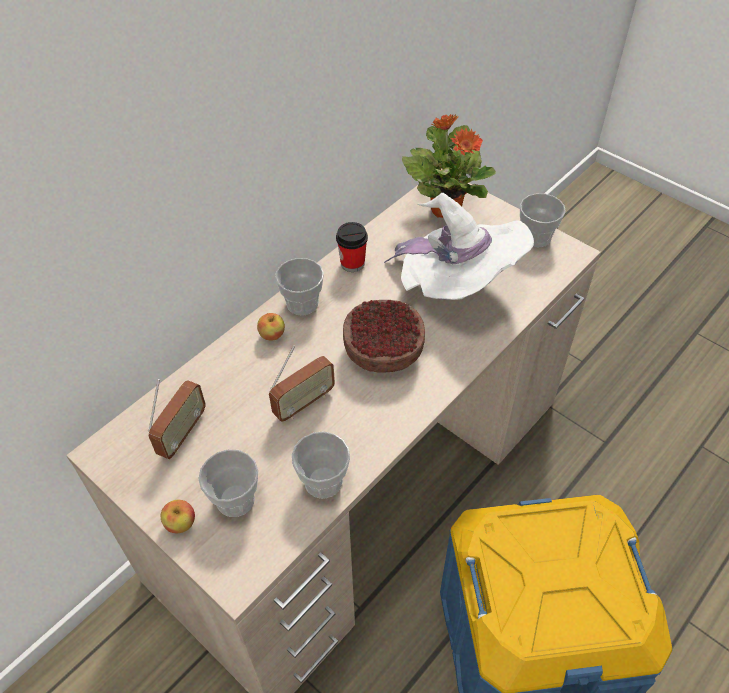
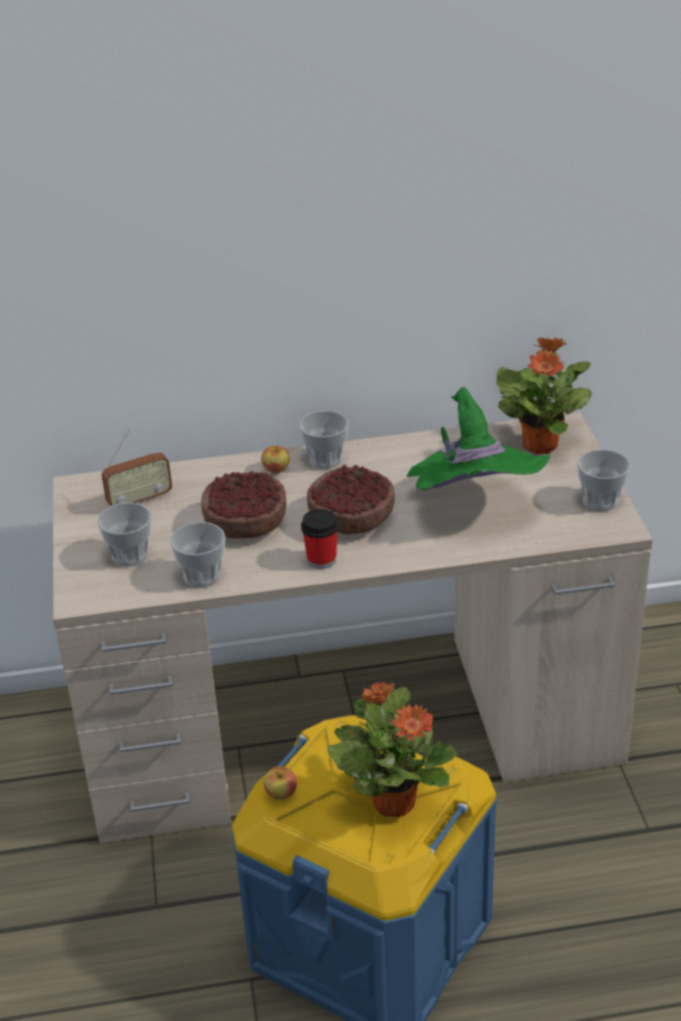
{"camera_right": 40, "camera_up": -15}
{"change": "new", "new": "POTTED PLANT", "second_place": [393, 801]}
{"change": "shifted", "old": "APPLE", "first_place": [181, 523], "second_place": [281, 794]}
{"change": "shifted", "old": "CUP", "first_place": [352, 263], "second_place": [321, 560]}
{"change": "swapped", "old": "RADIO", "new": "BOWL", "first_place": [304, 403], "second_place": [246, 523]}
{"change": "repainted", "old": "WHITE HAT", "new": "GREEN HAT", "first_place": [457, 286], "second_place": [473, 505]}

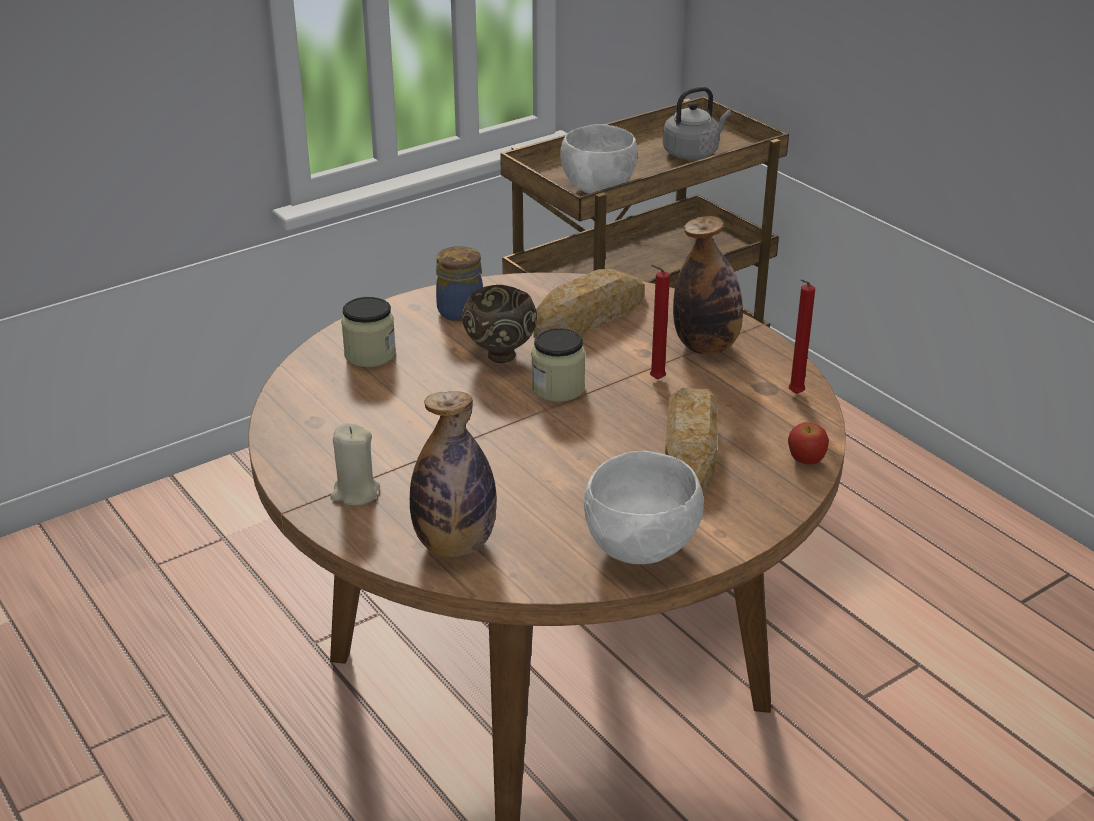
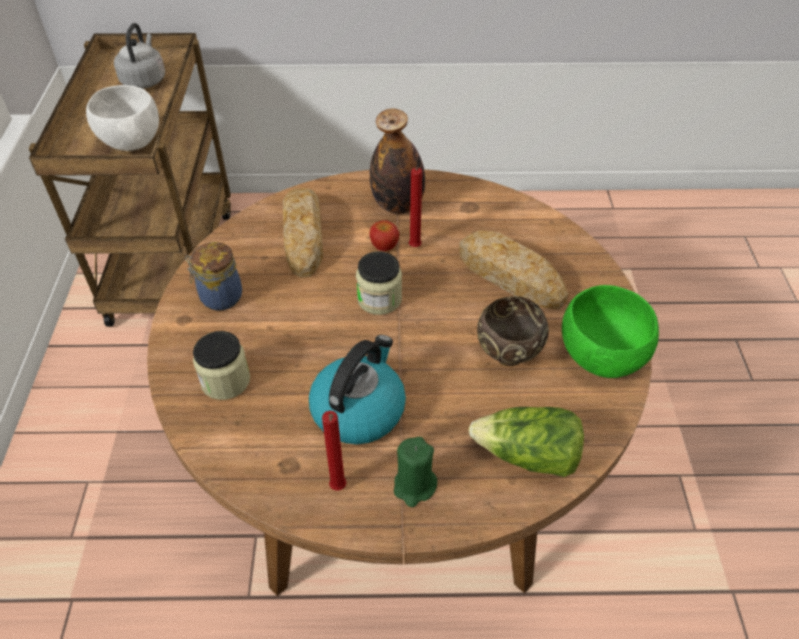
{"camera_right": -55, "camera_up": 15}
{"change": "new", "new": "KETTLE", "second_place": [358, 409]}
{"change": "shifted", "old": "BROWN BOWL", "first_place": [499, 356], "second_place": [507, 358]}
{"change": "shifted", "old": "APPLE", "first_place": [805, 459], "second_place": [384, 246]}
{"change": "shifted", "old": "RED CANDLE", "first_place": [794, 394], "second_place": [338, 489]}
{"change": "swapped", "old": "BOTTLE", "new": "LETTUCE", "first_place": [455, 544], "second_place": [528, 456]}
{"change": "repainted", "old": "BEIGE CANDLE", "new": "GREEN CANDLE", "first_place": [355, 493], "second_place": [414, 486]}
{"change": "repainted", "old": "WHITE BOWL", "new": "GREEN BOWL", "first_place": [642, 548], "second_place": [600, 357]}

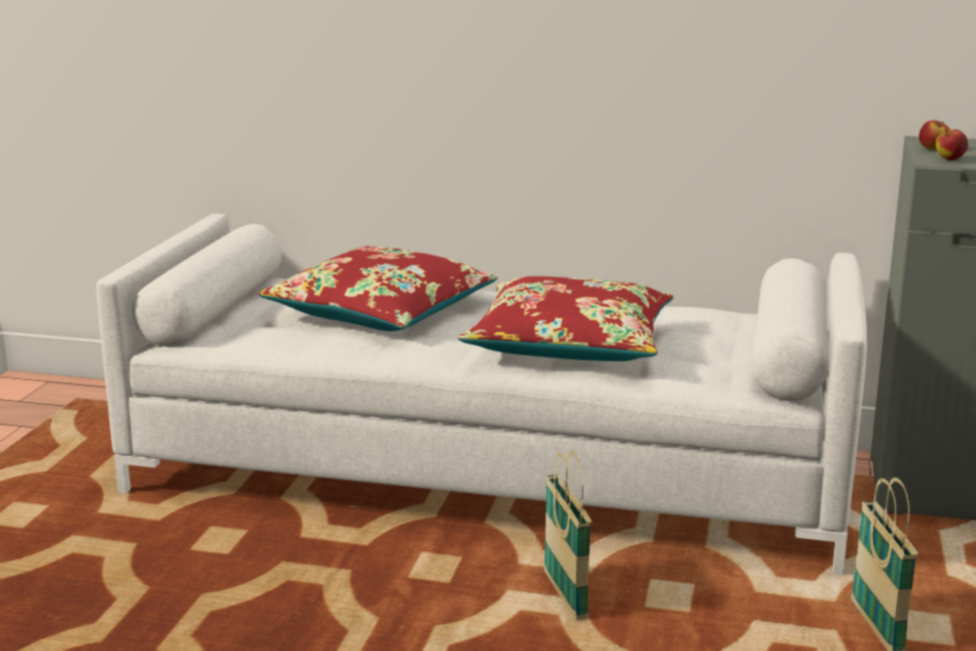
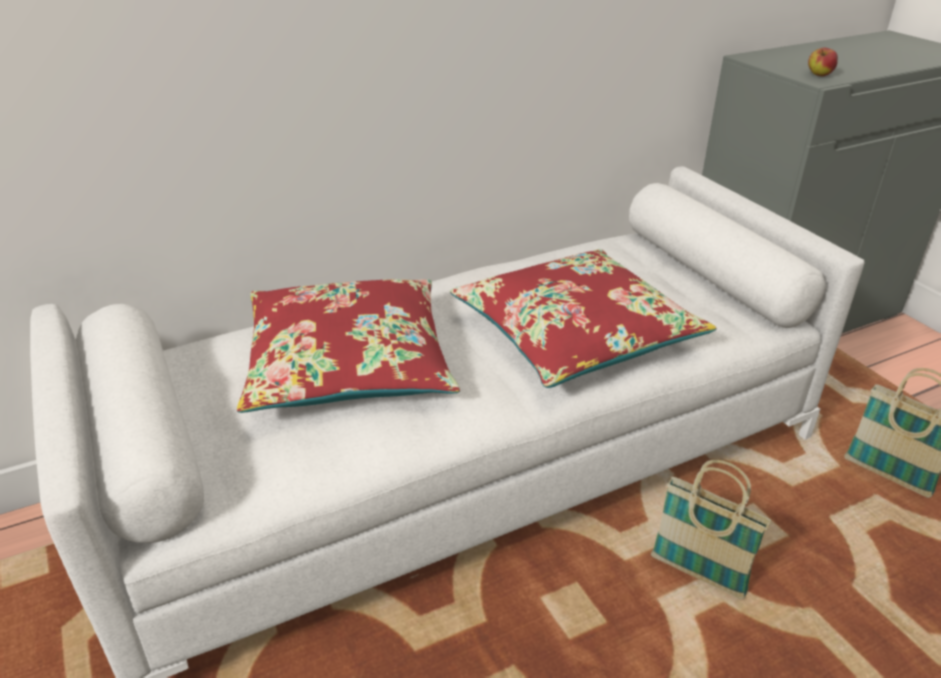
{"camera_right": -40, "camera_up": 15}
{"change": "gone", "old": "APPLE", "first_place": [933, 149]}

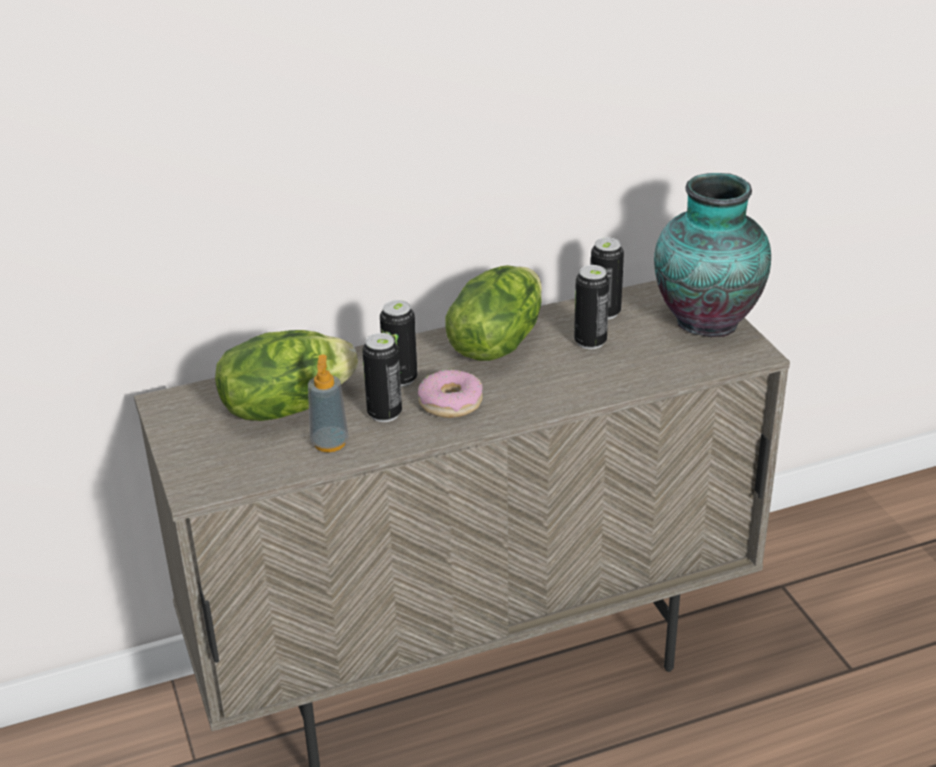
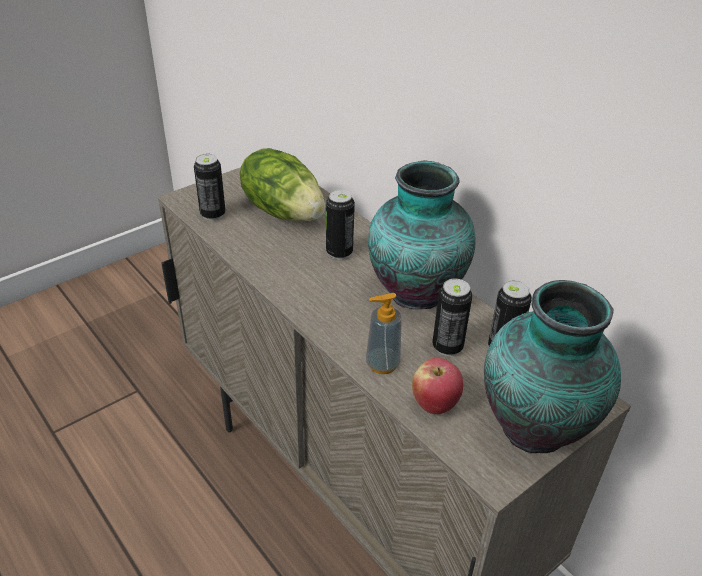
{"camera_right": 70, "camera_up": 5}
{"change": "gone", "old": "DONUT", "first_place": [450, 402]}
{"change": "new", "new": "APPLE", "second_place": [434, 404]}
{"change": "shifted", "old": "SOAP DISPENSER", "first_place": [330, 443], "second_place": [382, 364]}
{"change": "shifted", "old": "CAN", "first_place": [384, 413], "second_place": [213, 214]}
{"change": "swapped", "old": "LETTUCE", "new": "VASE", "first_place": [496, 343], "second_place": [414, 291]}

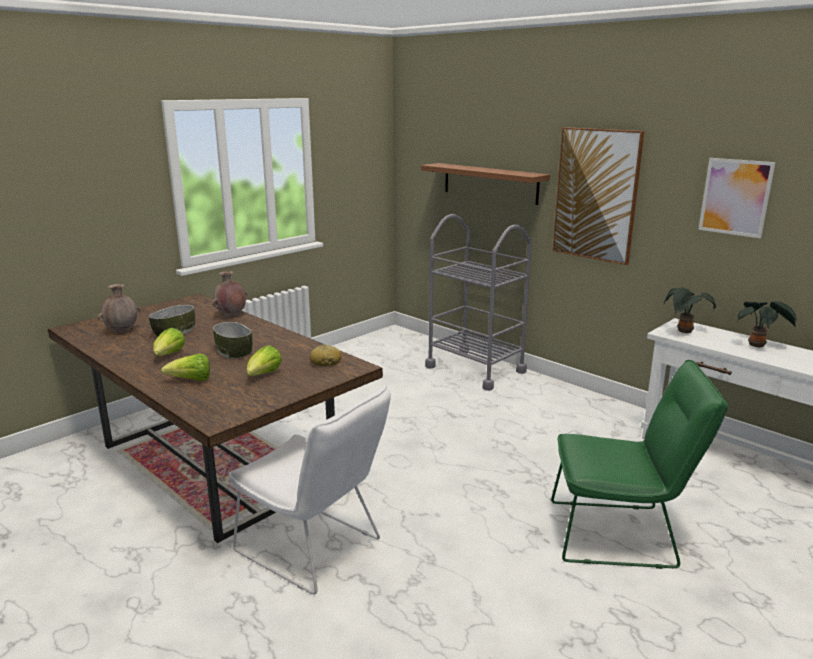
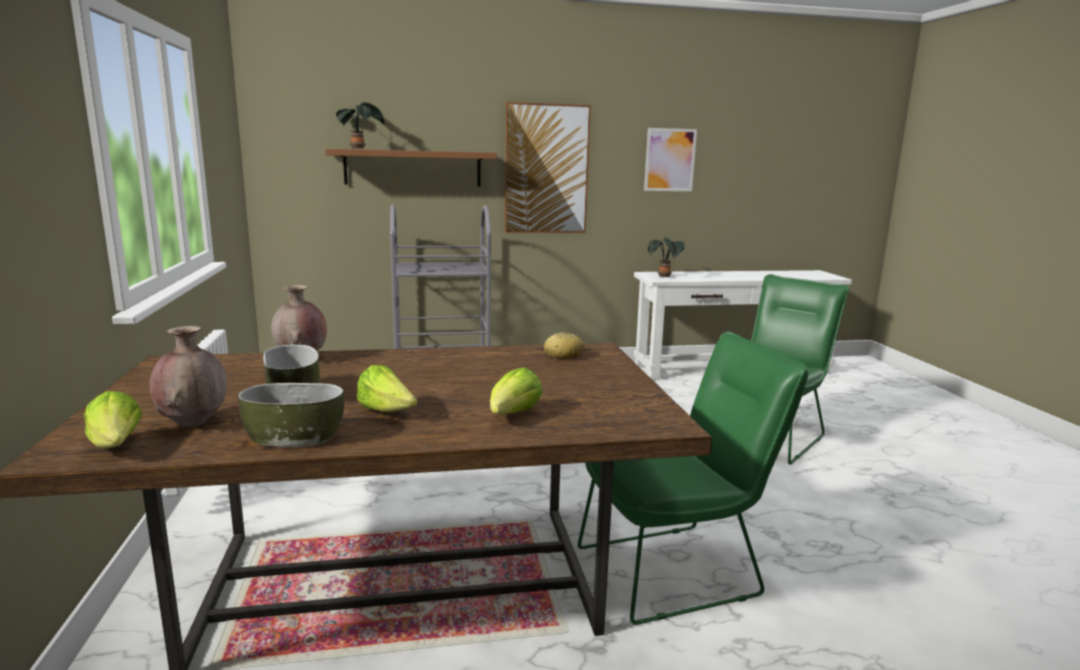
{"camera_right": -55, "camera_up": -5}
{"change": "shifted", "old": "BOWL", "first_place": [234, 352], "second_place": [295, 436]}
{"change": "shifted", "old": "LETTUCE", "first_place": [264, 375], "second_place": [116, 446]}
{"change": "shifted", "old": "POTTED PLANT", "first_place": [758, 346], "second_place": [359, 149]}
{"change": "repainted", "old": "WHITE CHAIR", "new": "GREEN CHAIR", "first_place": [315, 549], "second_place": [678, 569]}

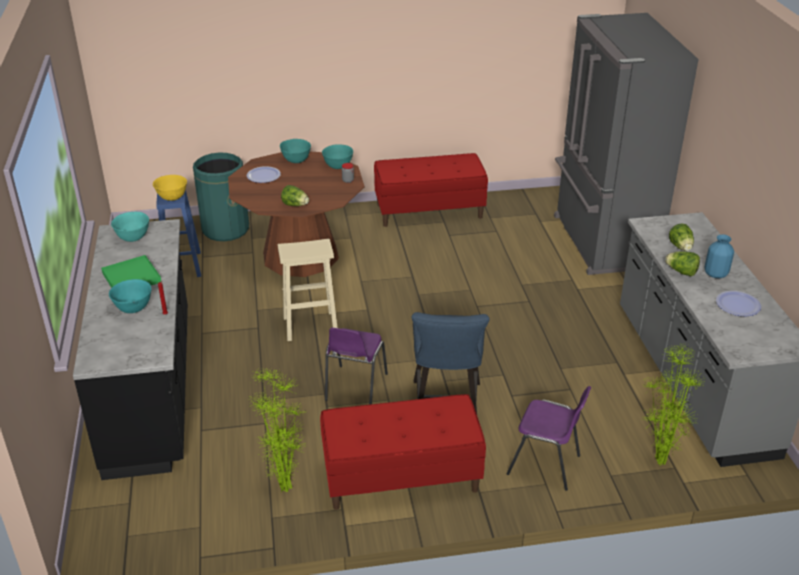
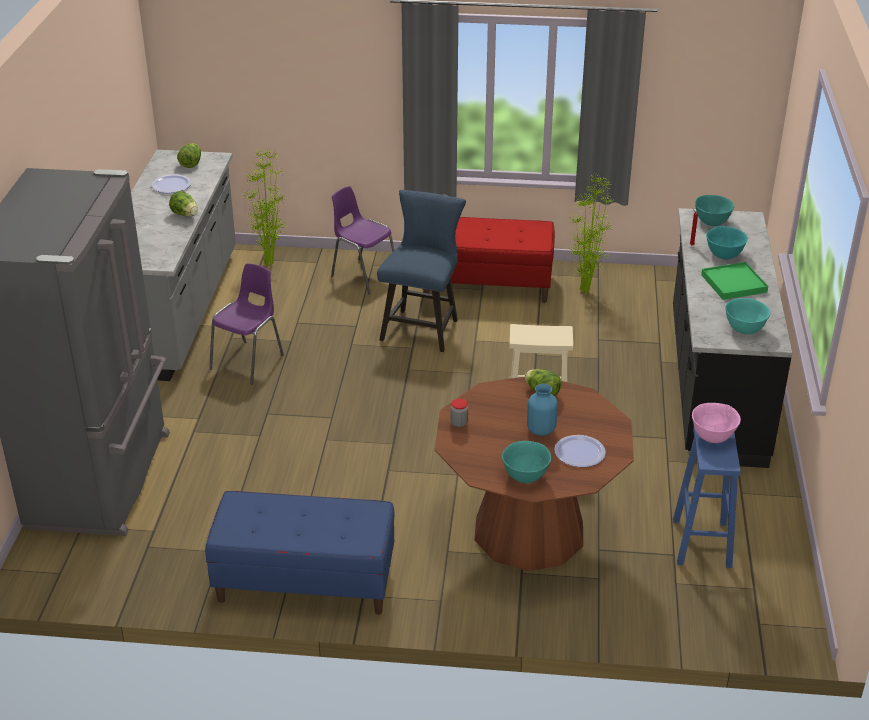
{"camera_right": -165, "camera_up": 0}
{"change": "gone", "old": "GREEN TRASH CAN", "first_place": [225, 229]}
{"change": "shifted", "old": "TURQUOISE BOWL", "first_place": [338, 166], "second_place": [711, 222]}
{"change": "shifted", "old": "PURPLE CHAIR", "first_place": [355, 388], "second_place": [249, 361]}
{"change": "shifted", "old": "LETTUCE", "first_place": [681, 247], "second_place": [191, 163]}
{"change": "shifted", "old": "BLUE VASE", "first_place": [716, 274], "second_place": [540, 430]}
{"change": "repainted", "old": "YELLOW BOWL", "new": "PINK BOWL", "first_place": [172, 197], "second_place": [713, 436]}
{"change": "repainted", "old": "RED BENCH", "new": "BLUE BENCH", "first_place": [429, 211], "second_place": [305, 583]}

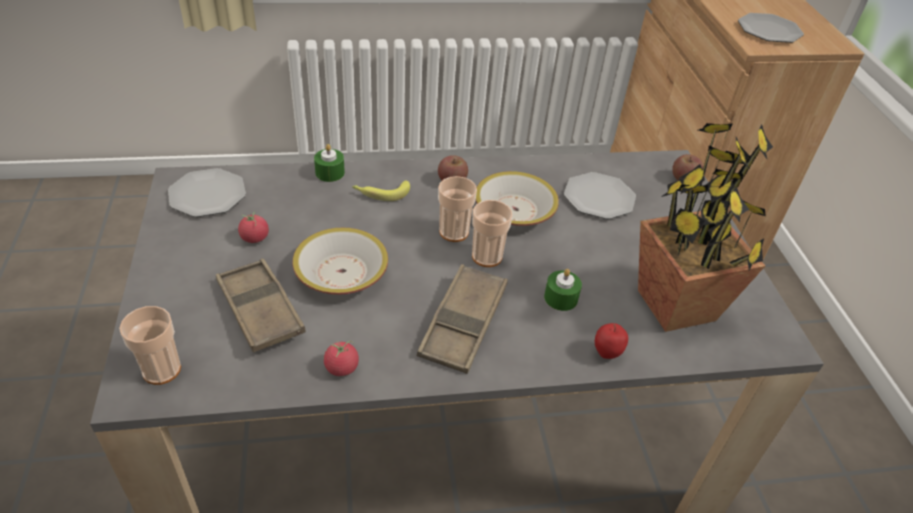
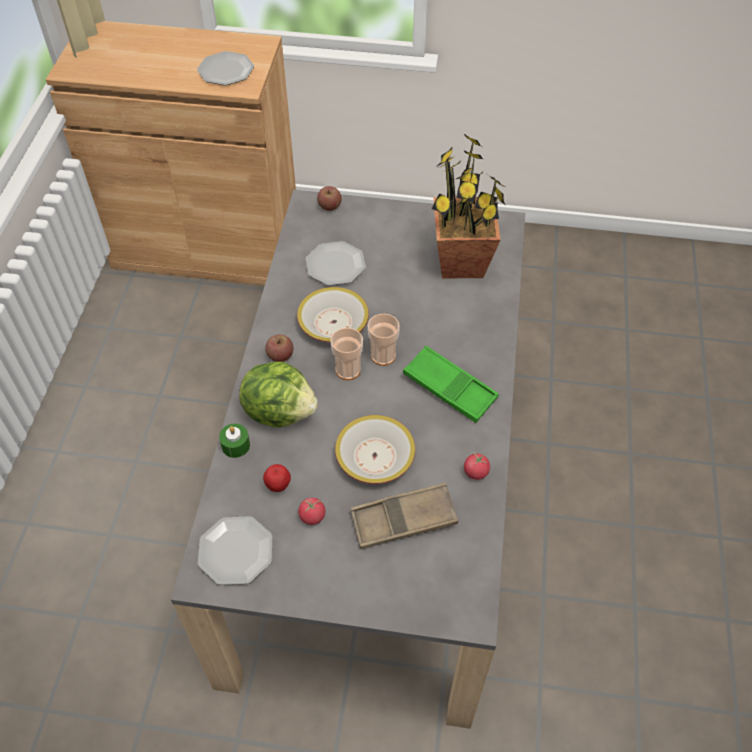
{"camera_right": -70, "camera_up": 10}
{"change": "gone", "old": "CUP", "first_place": [161, 370]}
{"change": "gone", "old": "GREEN CANDLE", "first_place": [560, 298]}
{"change": "shifted", "old": "APPLE", "first_place": [606, 354], "second_place": [278, 486]}
{"change": "swapped", "old": "BANANA", "new": "LETTUCE", "first_place": [381, 193], "second_place": [280, 411]}
{"change": "repainted", "old": "BROWN TRAY", "new": "GREEN TRAY", "first_place": [463, 323], "second_place": [449, 388]}

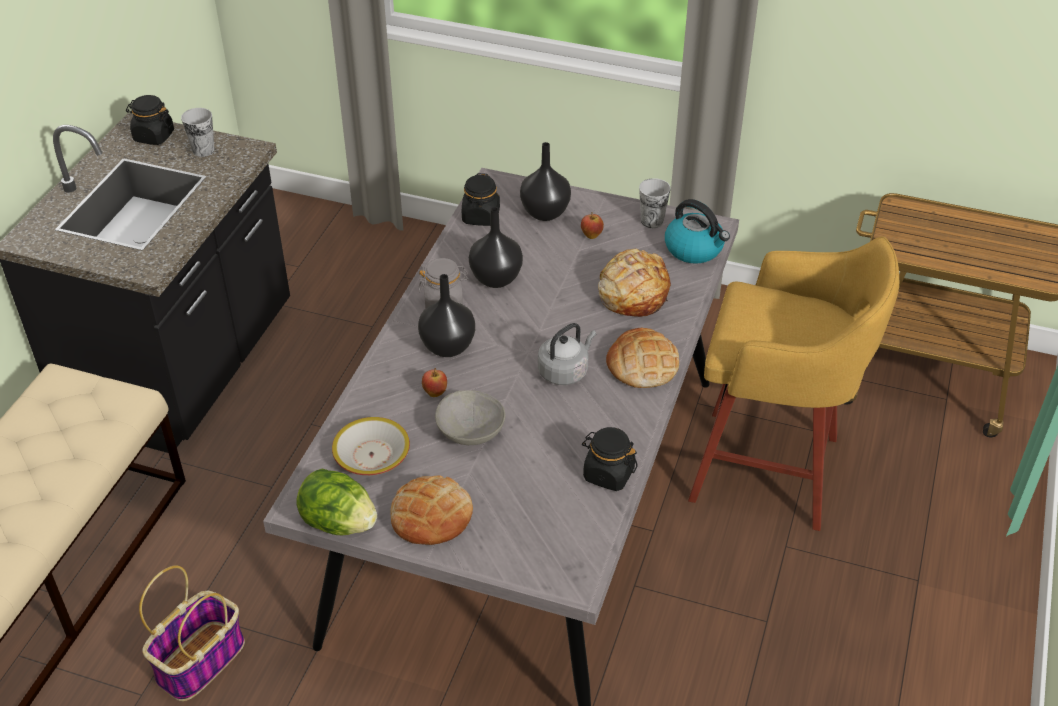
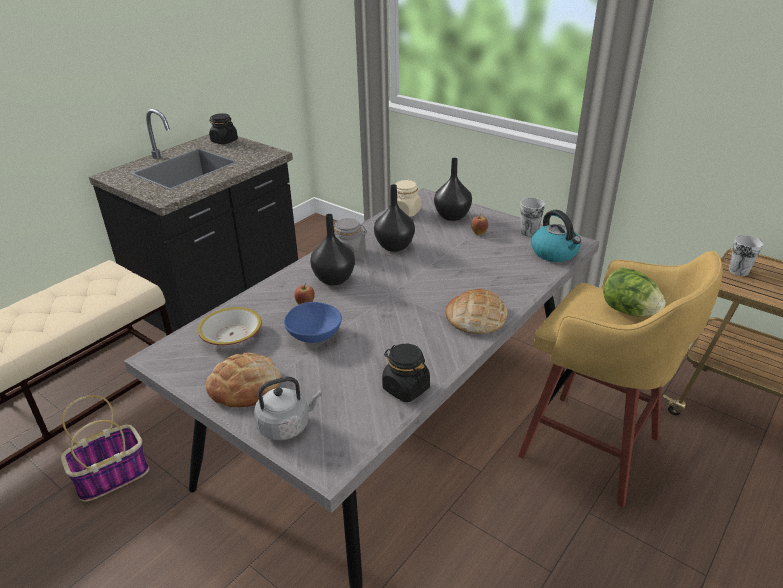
{"camera_right": 20, "camera_up": -10}
{"change": "gone", "old": "BREAD", "first_place": [633, 293]}
{"change": "shifted", "old": "CUP", "first_place": [203, 150], "second_place": [738, 271]}
{"change": "shifted", "old": "LETTUCE", "first_place": [339, 522], "second_place": [628, 311]}
{"change": "shifted", "old": "GREY KETTLE", "first_place": [565, 371], "second_place": [287, 426]}
{"change": "repainted", "old": "GREY BOWL", "new": "BLUE BOWL", "first_place": [470, 432], "second_place": [313, 335]}
{"change": "repainted", "old": "BLACK JAR", "new": "BEIGE JAR", "first_place": [481, 217], "second_place": [405, 212]}

